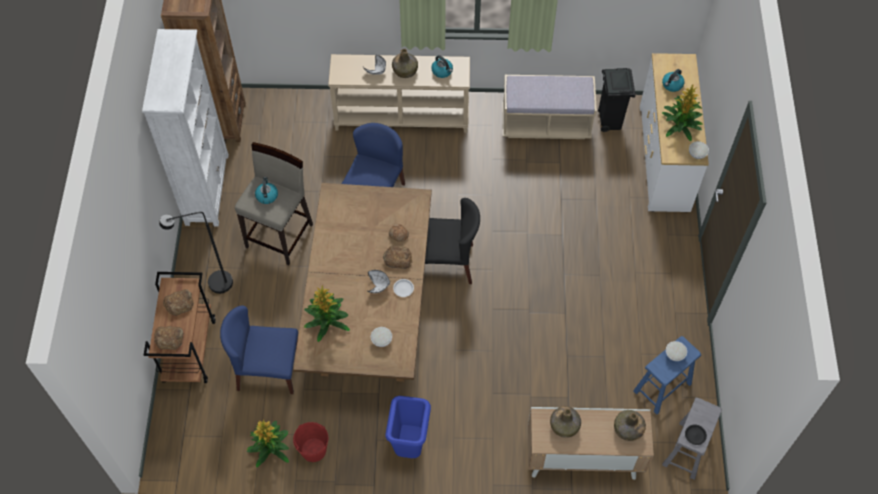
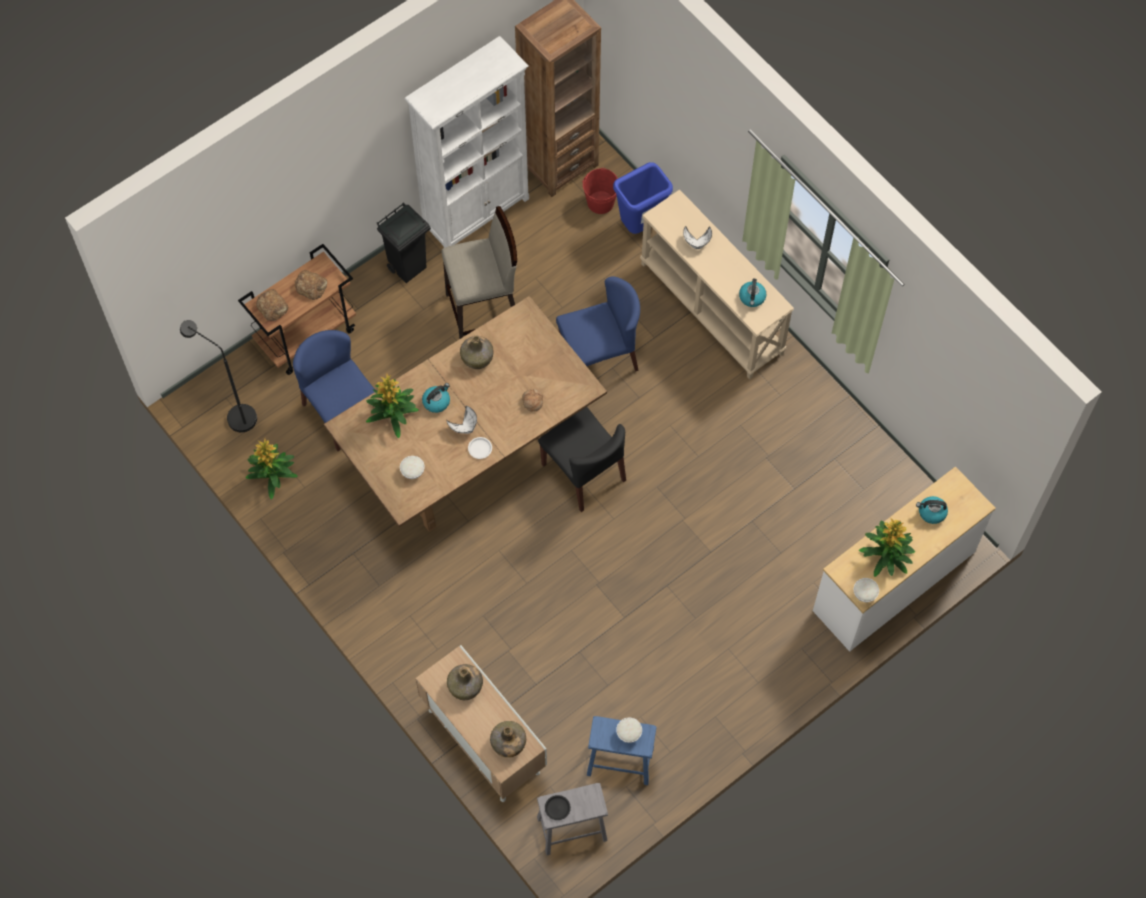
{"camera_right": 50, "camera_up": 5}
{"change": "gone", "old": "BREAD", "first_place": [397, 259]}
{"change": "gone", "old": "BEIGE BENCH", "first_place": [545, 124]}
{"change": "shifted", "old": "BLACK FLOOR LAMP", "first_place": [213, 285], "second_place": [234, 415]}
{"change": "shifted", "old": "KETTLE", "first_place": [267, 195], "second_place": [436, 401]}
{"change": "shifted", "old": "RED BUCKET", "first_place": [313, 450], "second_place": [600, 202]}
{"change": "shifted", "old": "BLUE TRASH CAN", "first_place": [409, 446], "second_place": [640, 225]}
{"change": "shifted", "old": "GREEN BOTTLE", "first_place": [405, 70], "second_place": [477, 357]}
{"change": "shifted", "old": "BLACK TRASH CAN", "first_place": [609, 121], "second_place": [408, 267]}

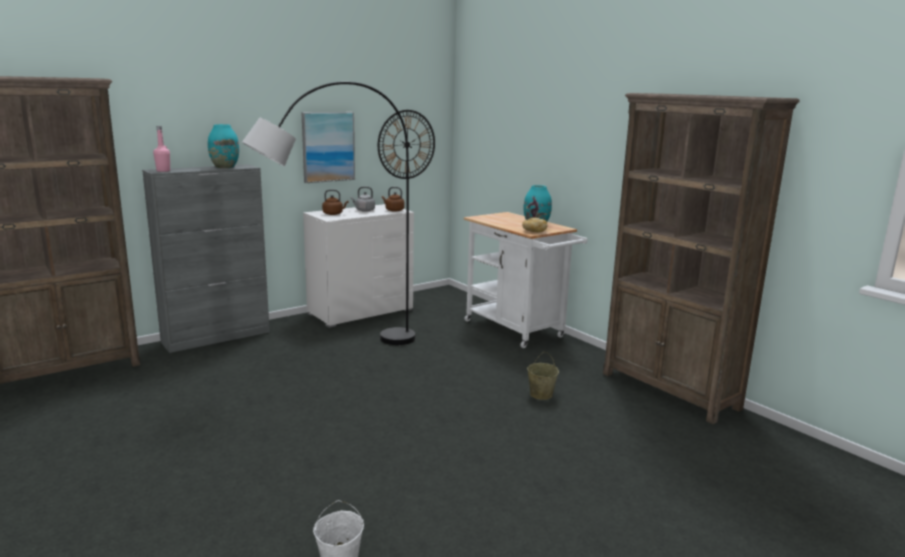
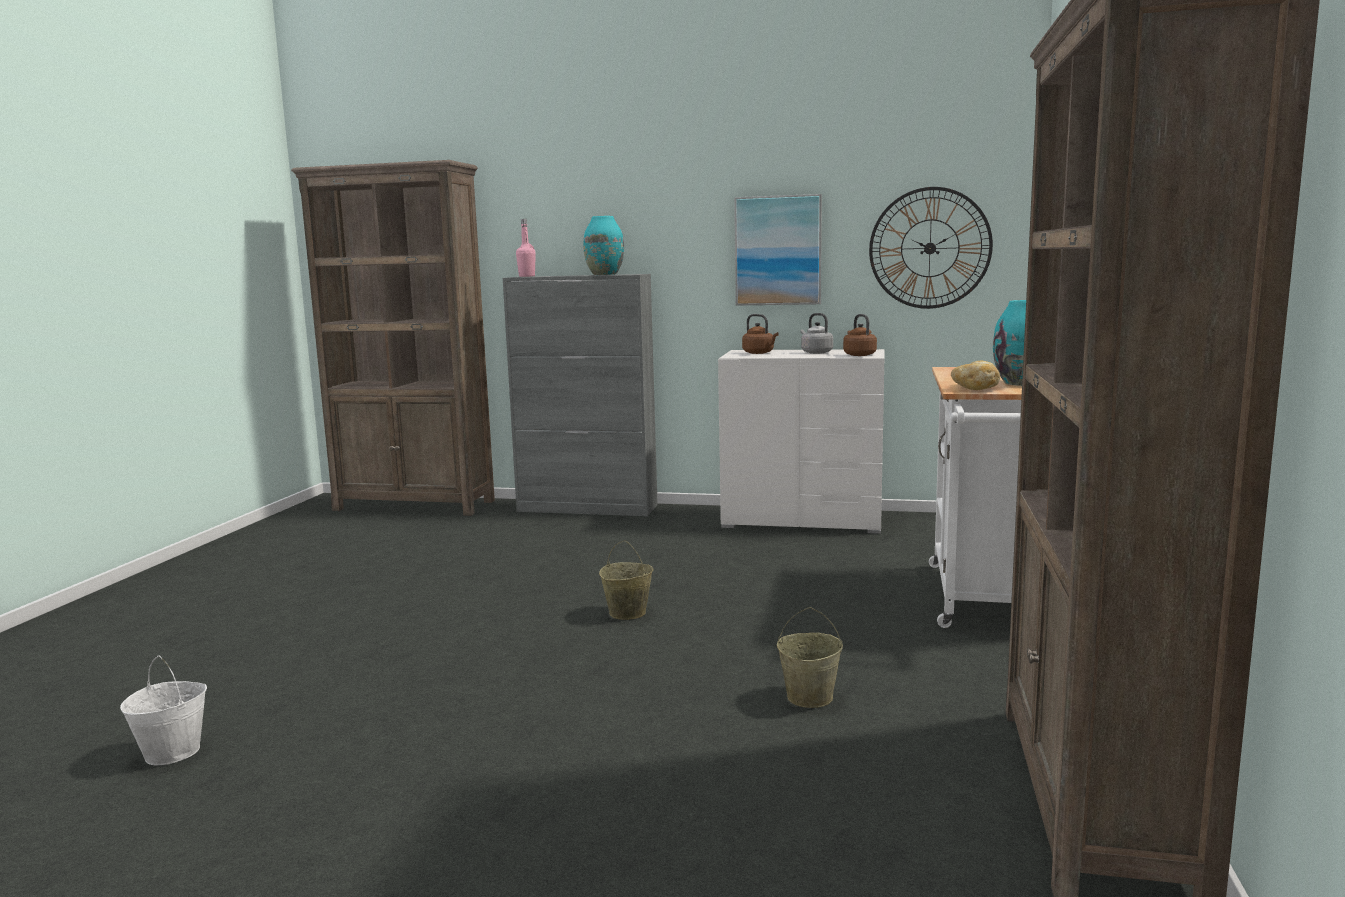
{"camera_right": 50, "camera_up": -5}
{"change": "gone", "old": "BLACK FLOOR LAMP", "first_place": [335, 351]}
{"change": "new", "new": "BEIGE BUCKET", "second_place": [627, 613]}

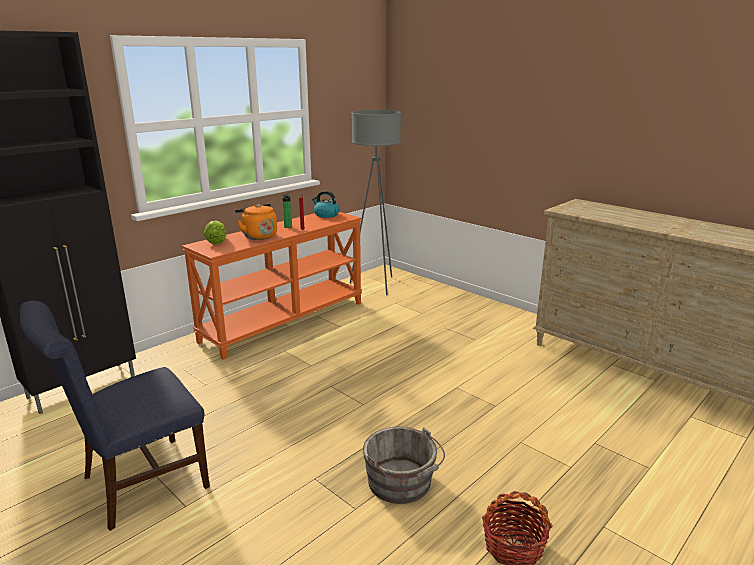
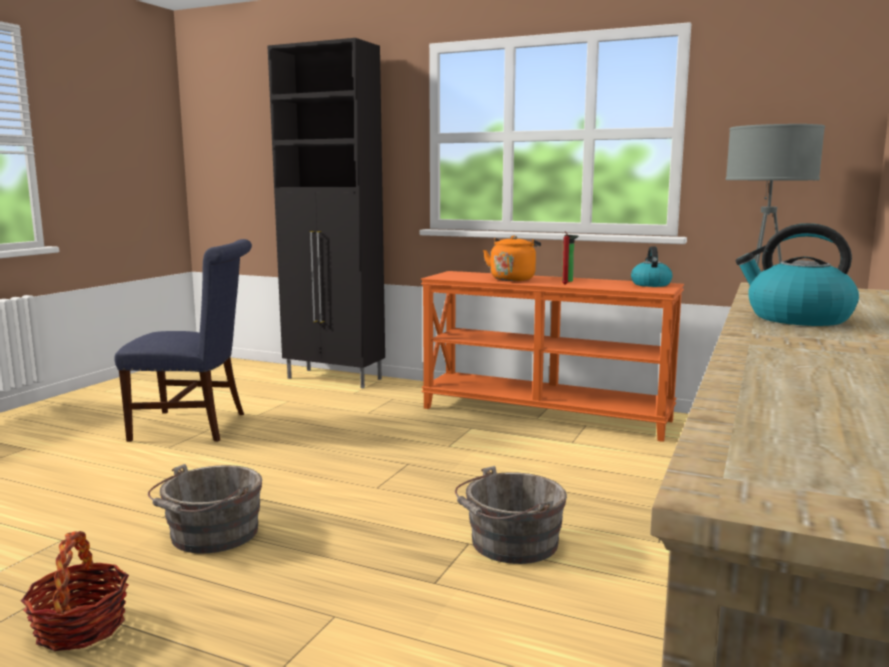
{"camera_right": 70, "camera_up": -10}
{"change": "gone", "old": "LETTUCE", "first_place": [217, 241]}
{"change": "new", "new": "GREY BUCKET", "second_place": [510, 544]}
{"change": "new", "new": "KETTLE", "second_place": [796, 318]}
{"change": "rotated", "old": "BLUE CHAIR", "first_place": [137, 484], "second_place": [197, 426], "degrees": 150}

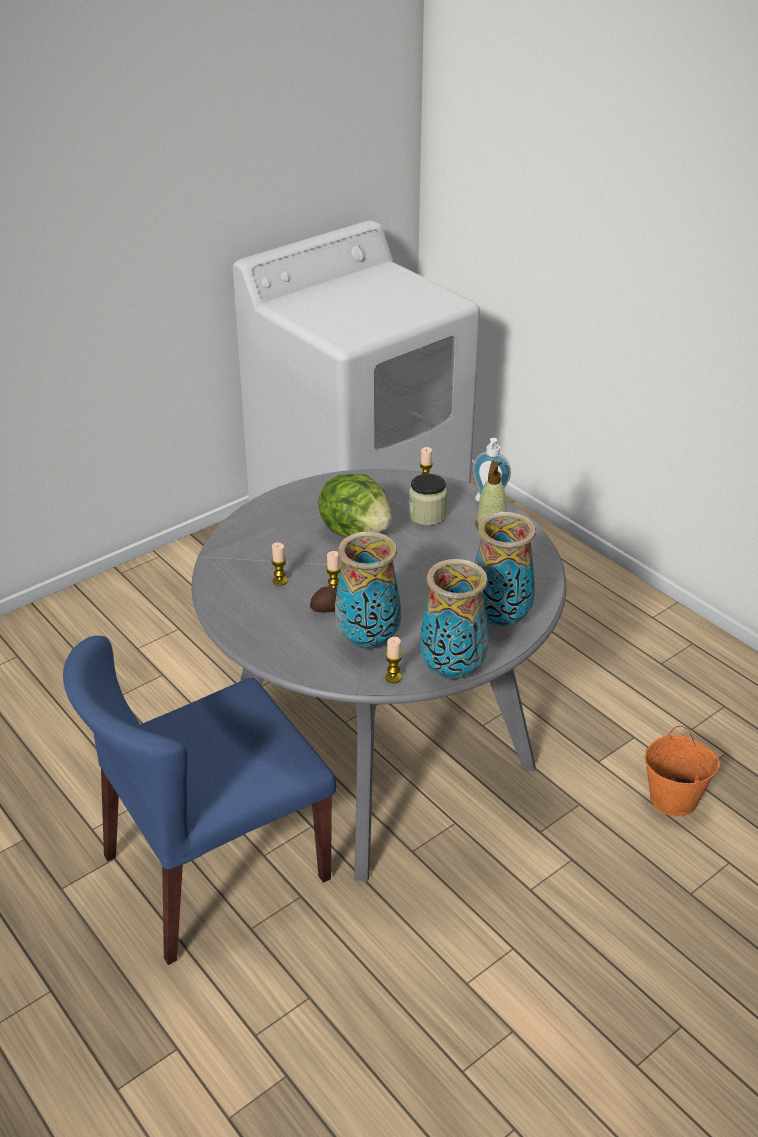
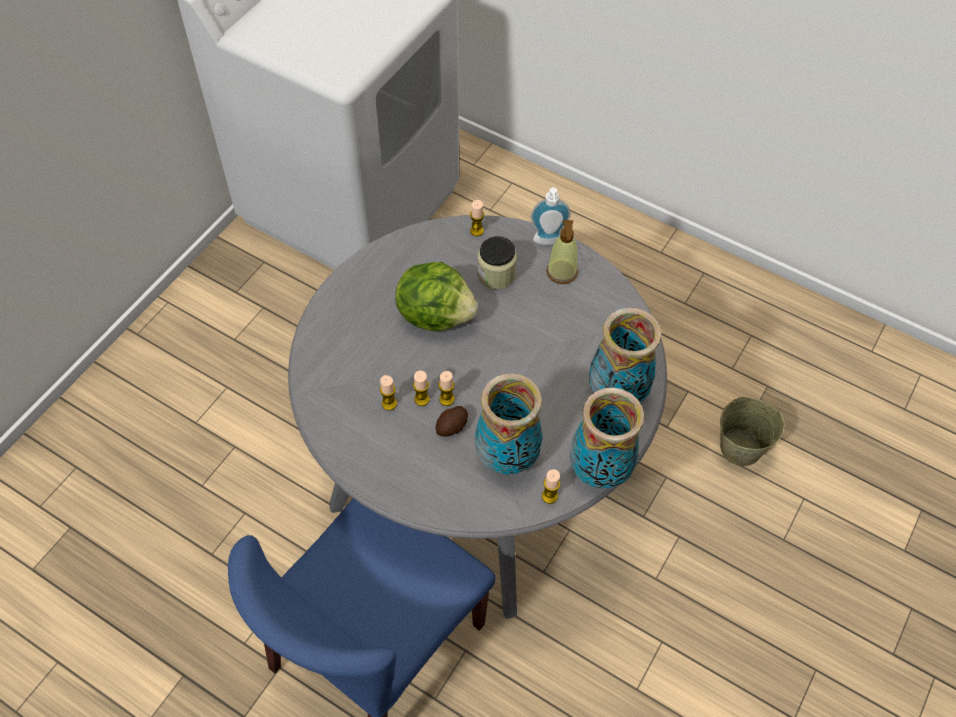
{"camera_right": -20, "camera_up": 20}
{"change": "new", "new": "CANDLE", "second_place": [422, 399]}
{"change": "repainted", "old": "ORANGE BUCKET", "new": "BEIGE BUCKET", "first_place": [674, 799], "second_place": [741, 447]}

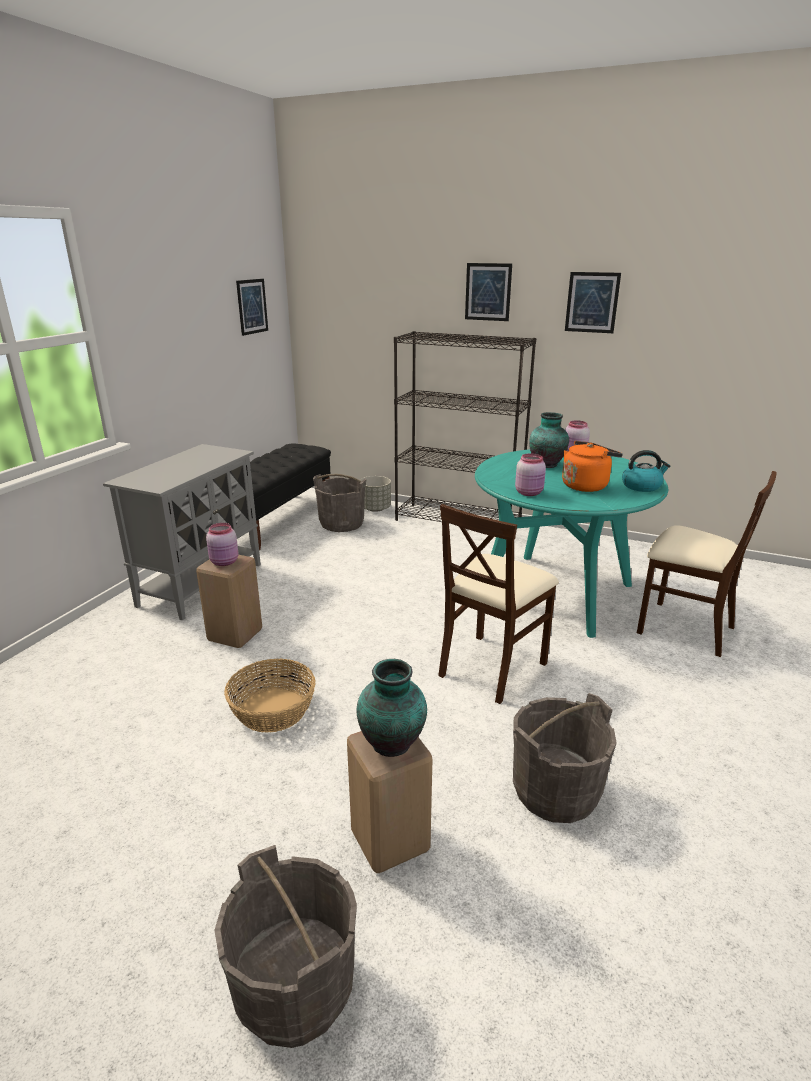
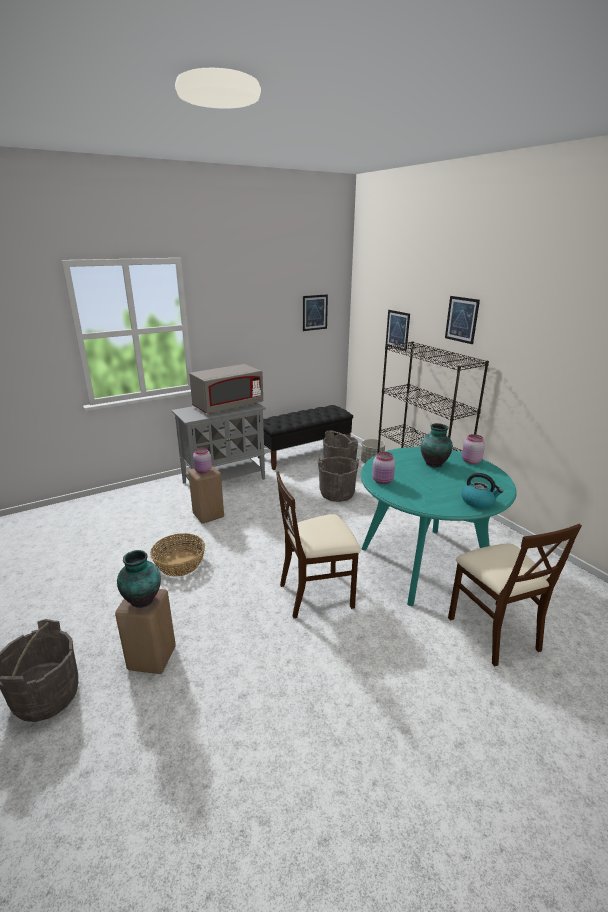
{"camera_right": 35, "camera_up": 0}
{"change": "gone", "old": "ORANGE KETTLE", "first_place": [586, 485]}
{"change": "new", "new": "GREY MICROWAVE", "second_place": [228, 406]}
{"change": "shifted", "old": "GREY BUCKET", "first_place": [555, 790], "second_place": [337, 493]}
{"change": "shifted", "old": "PICTURE", "first_place": [592, 302], "second_place": [397, 330]}

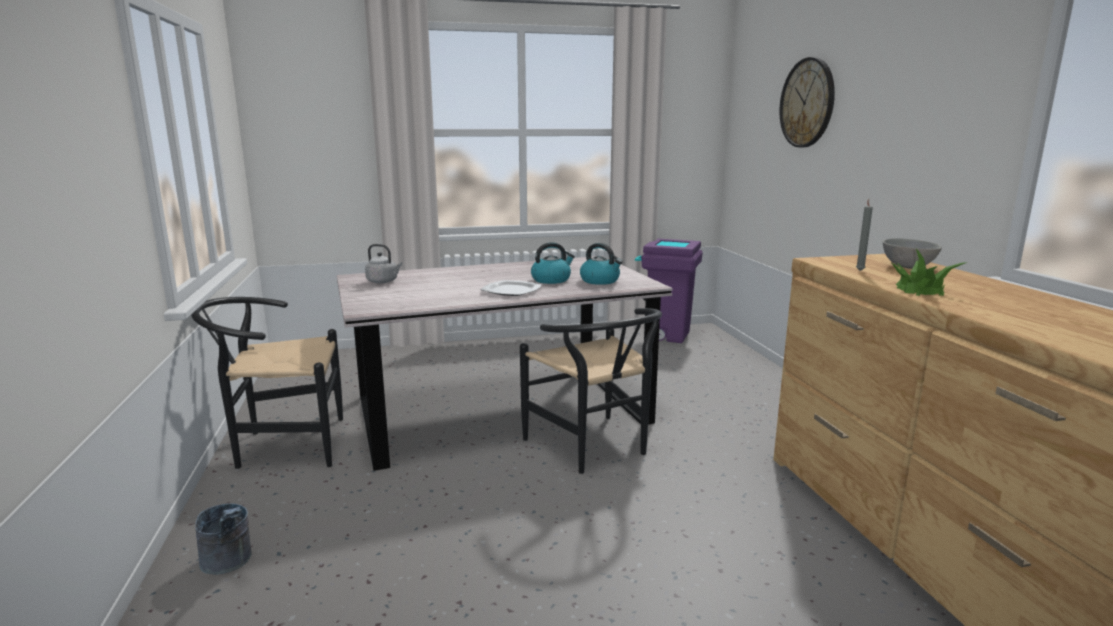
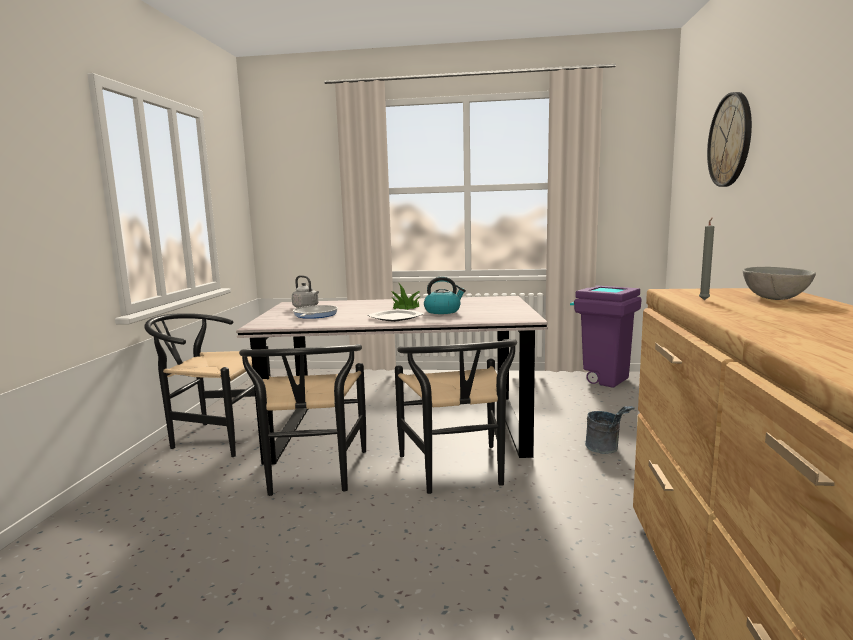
{"camera_right": 20, "camera_up": -5}
{"change": "gone", "old": "KETTLE", "first_place": [600, 281]}
{"change": "new", "new": "BLACK CHAIR", "second_place": [312, 476]}
{"change": "new", "new": "FRYING PAN", "second_place": [314, 315]}
{"change": "shifted", "old": "GREY BUCKET", "first_place": [229, 563], "second_place": [606, 449]}
{"change": "shifted", "old": "POTTED PLANT", "first_place": [919, 290], "second_place": [405, 307]}

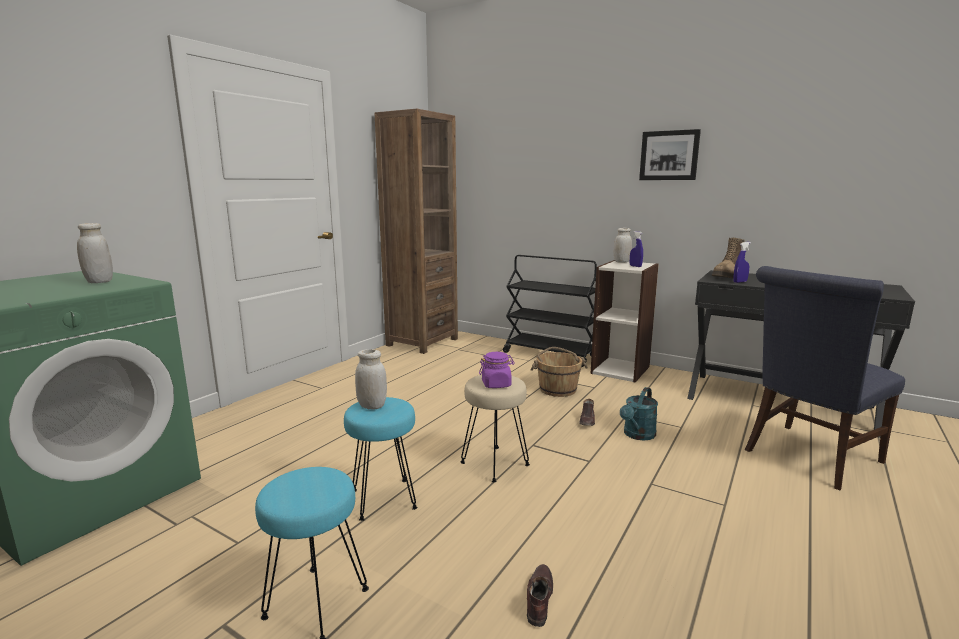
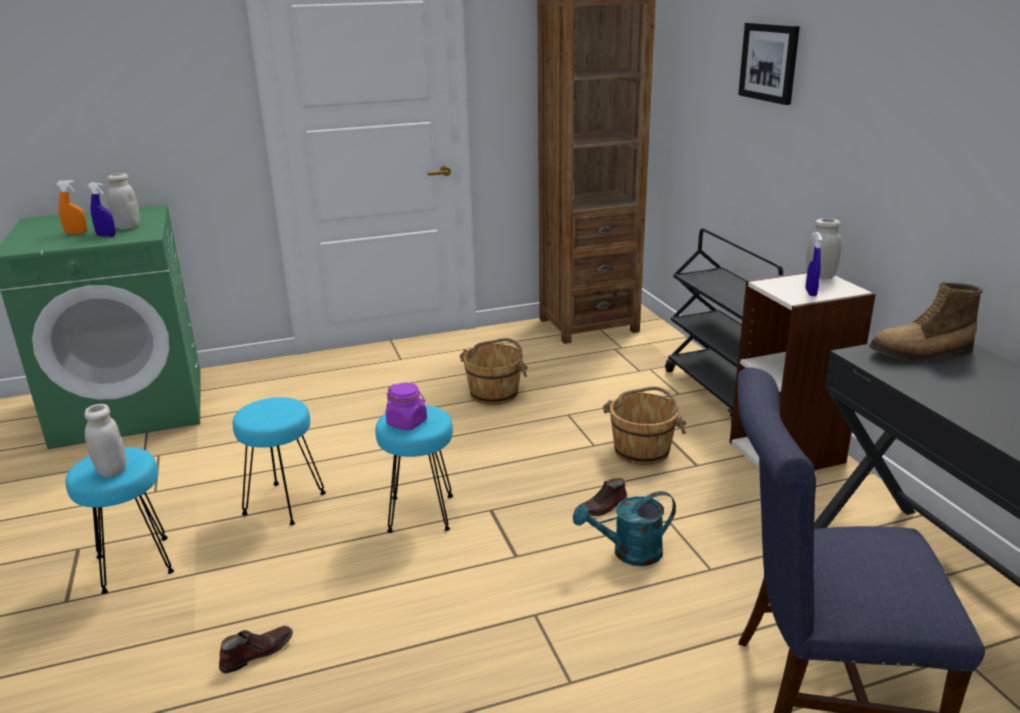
{"camera_right": 40, "camera_up": 10}
{"change": "new", "new": "ORANGE SPRAY BOTTLE", "second_place": [76, 233]}
{"change": "new", "new": "BROWN BUCKET", "second_place": [494, 393]}
{"change": "shifted", "old": "WHITE JAR", "first_place": [372, 406], "second_place": [112, 470]}
{"change": "shifted", "old": "PICTURE", "first_place": [669, 155], "second_place": [769, 62]}
{"change": "shifted", "old": "BLUE SPRAY BOTTLE", "first_place": [740, 282], "second_place": [106, 236]}
{"change": "repainted", "old": "BEIGE STOOL", "new": "TURQUOISE STOOL", "first_place": [494, 463], "second_place": [421, 513]}

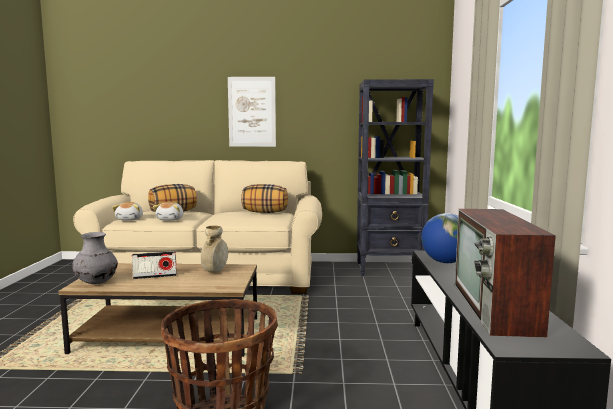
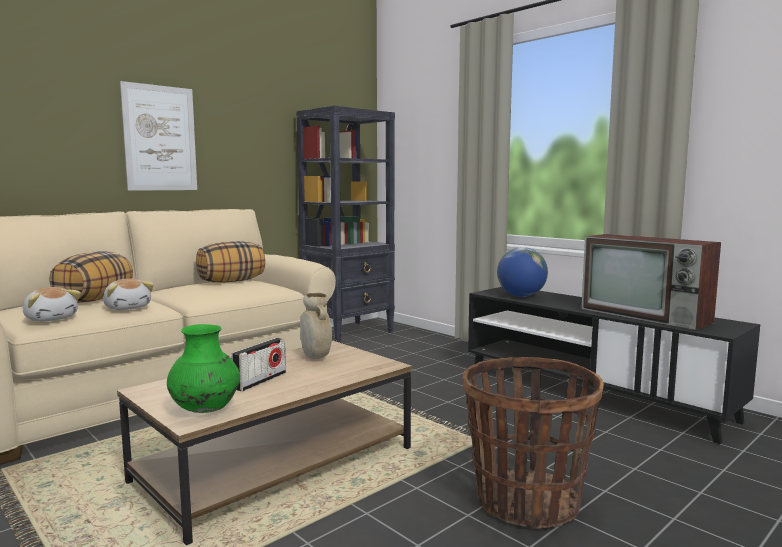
{"camera_right": -45, "camera_up": 0}
{"change": "repainted", "old": "GREY VASE", "new": "GREEN VASE", "first_place": [96, 283], "second_place": [205, 410]}

